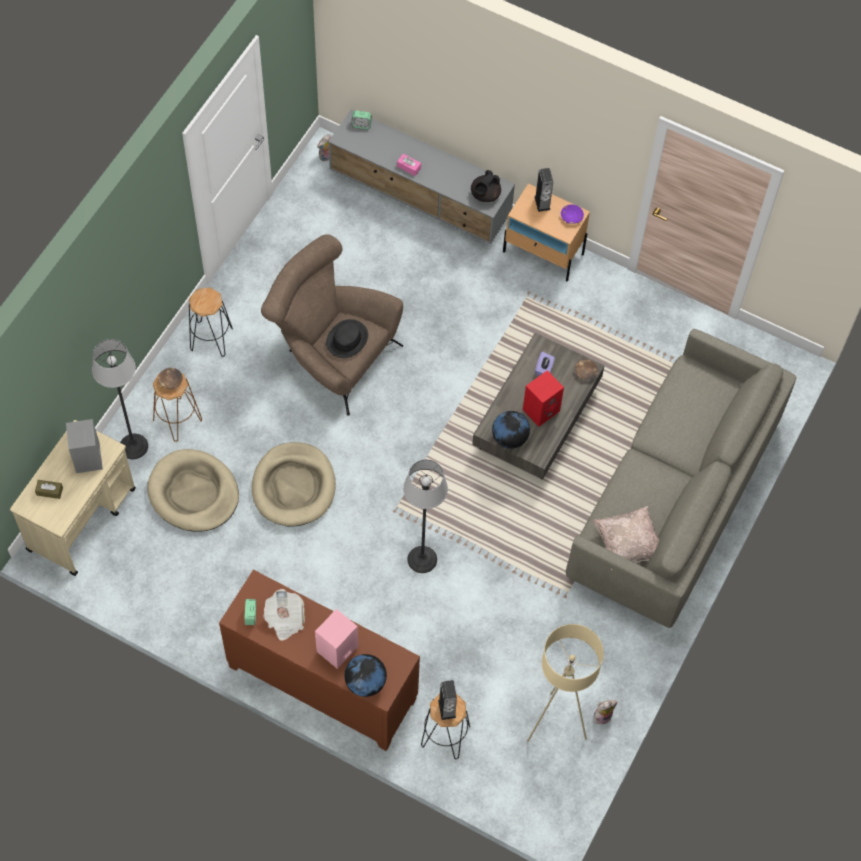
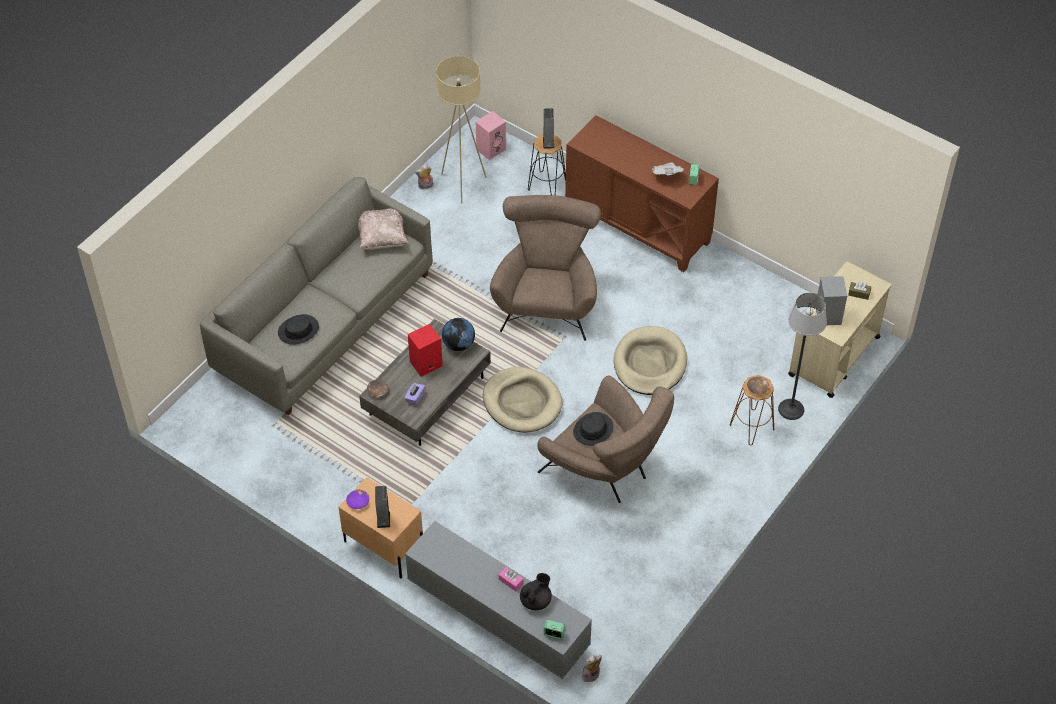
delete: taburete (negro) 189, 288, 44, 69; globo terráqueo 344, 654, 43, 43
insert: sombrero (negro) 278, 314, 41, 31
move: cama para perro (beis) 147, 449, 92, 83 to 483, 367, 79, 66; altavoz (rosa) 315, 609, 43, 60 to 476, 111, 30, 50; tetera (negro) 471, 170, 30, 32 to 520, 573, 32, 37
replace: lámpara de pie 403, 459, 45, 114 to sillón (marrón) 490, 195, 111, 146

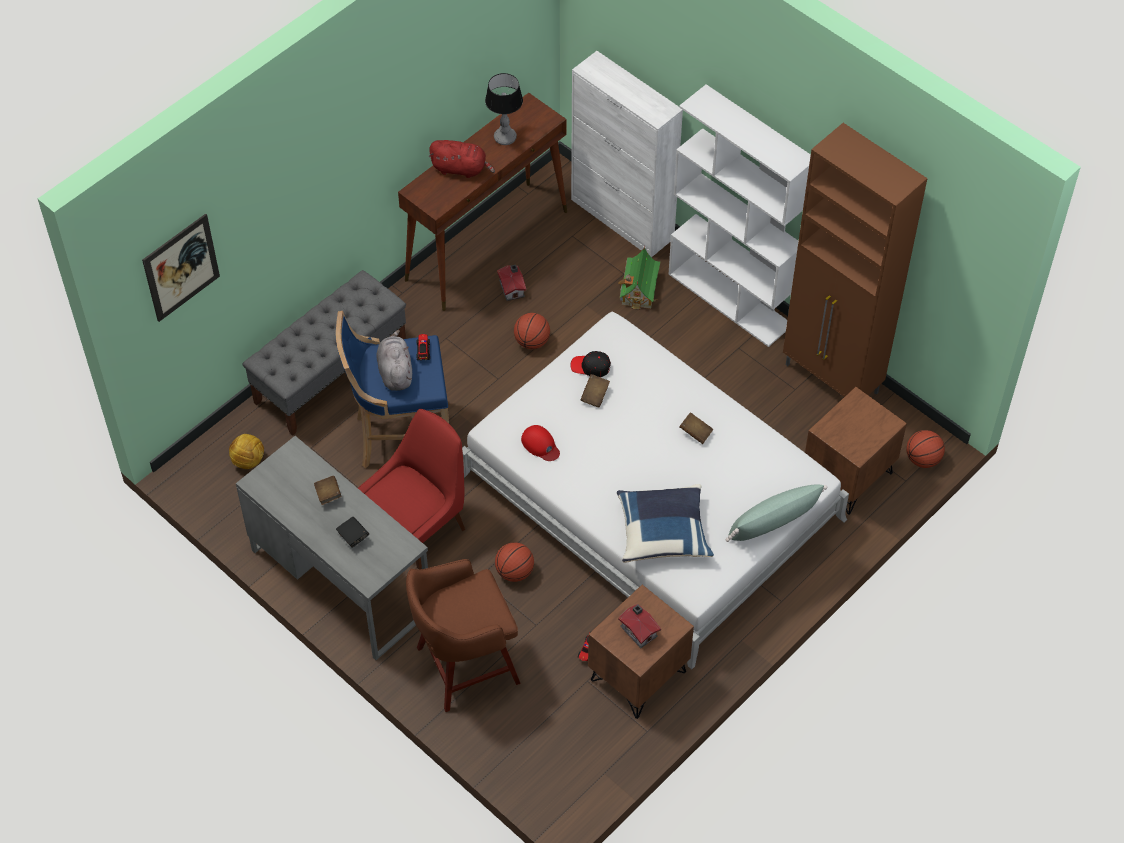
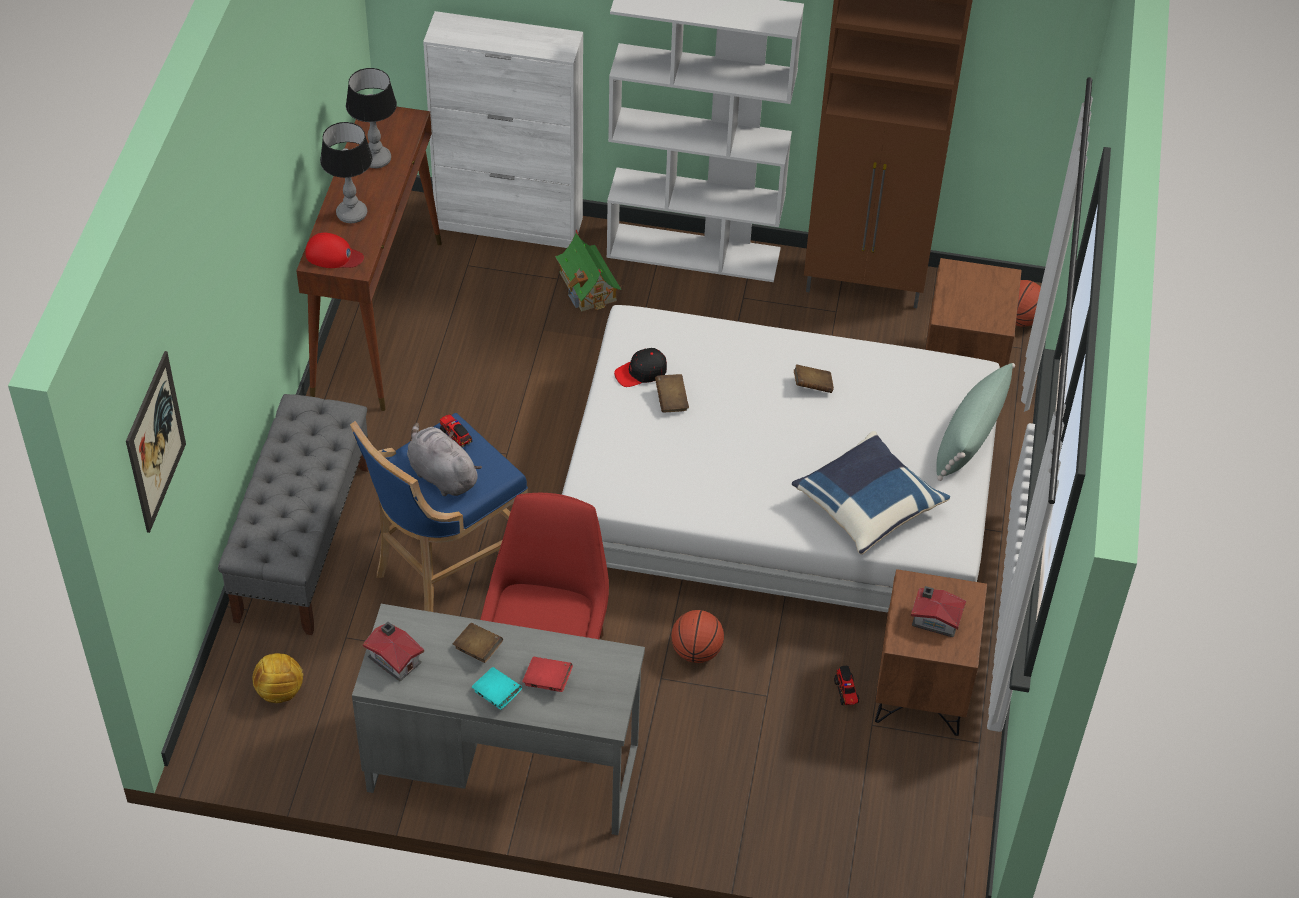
delete: taburete (marrón) 406, 559, 114, 153; balón de baloncesto 514, 313, 36, 36
insert: libro (turquesa) 472, 667, 50, 43
move: casita 497, 265, 30, 36 to 363, 622, 61, 59; gorra (rojo) 521, 425, 39, 36 to 305, 233, 59, 35
replace: peluche (rojo) 429, 140, 66, 38 to lámpara de mesa 320, 122, 52, 101
recolor: libro (negro) 336, 517, 33, 31 to libro (rojo) 522, 657, 51, 35

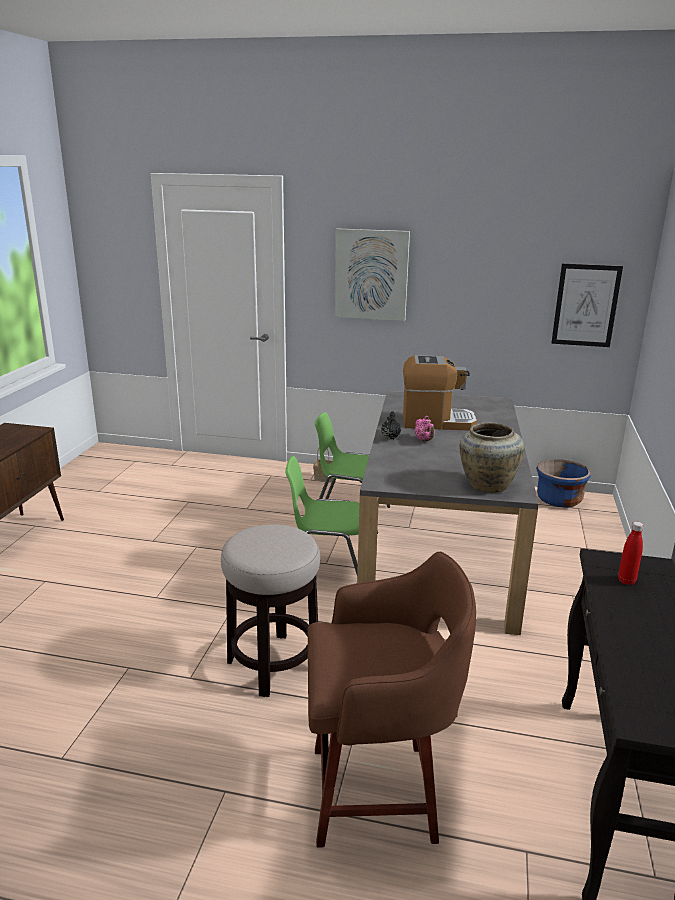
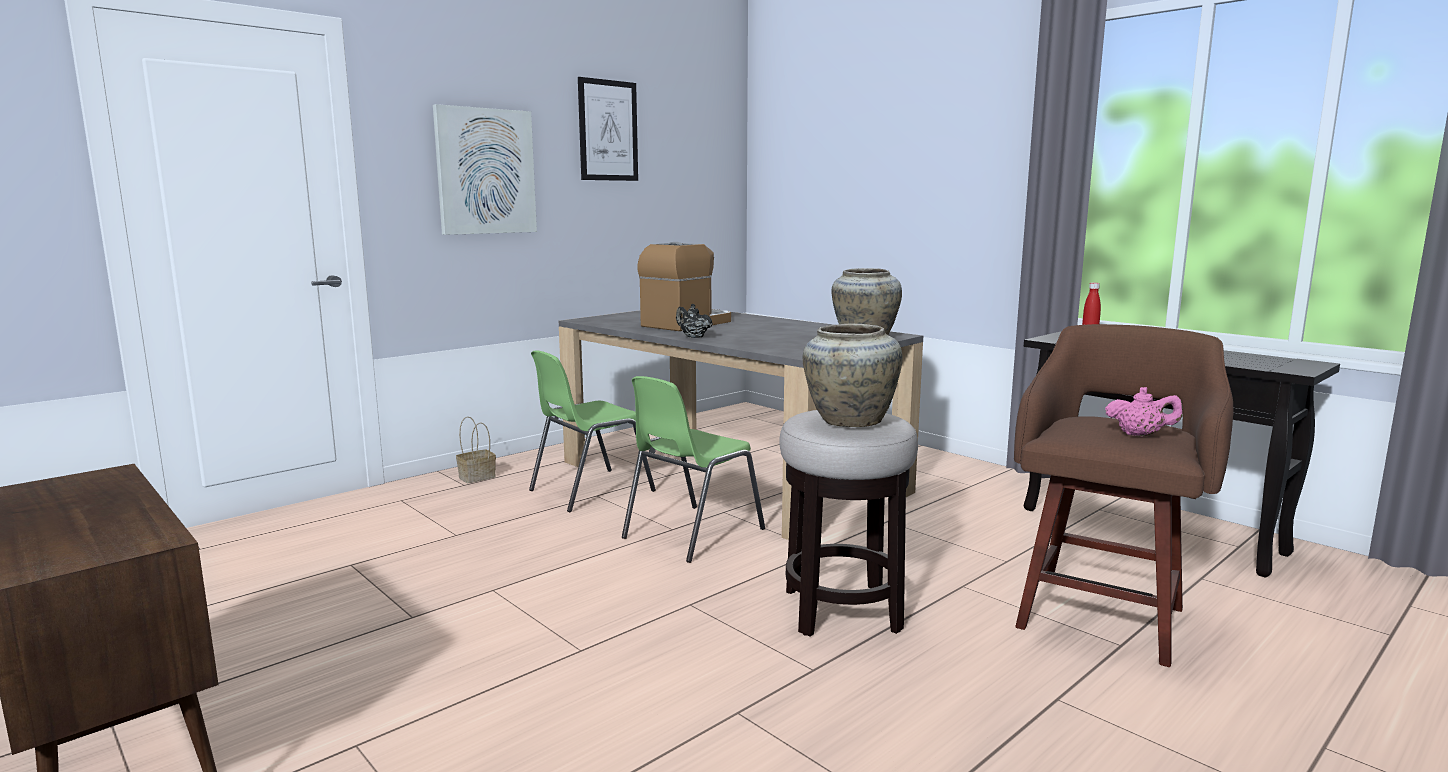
delete: maceta (azul) 536, 459, 55, 48
insert: florero (beis) 803, 324, 99, 103
move: tetera (rosa) 415, 416, 20, 25 to 1105, 387, 78, 49; cuadro 552, 264, 71, 83 to 578, 77, 60, 104

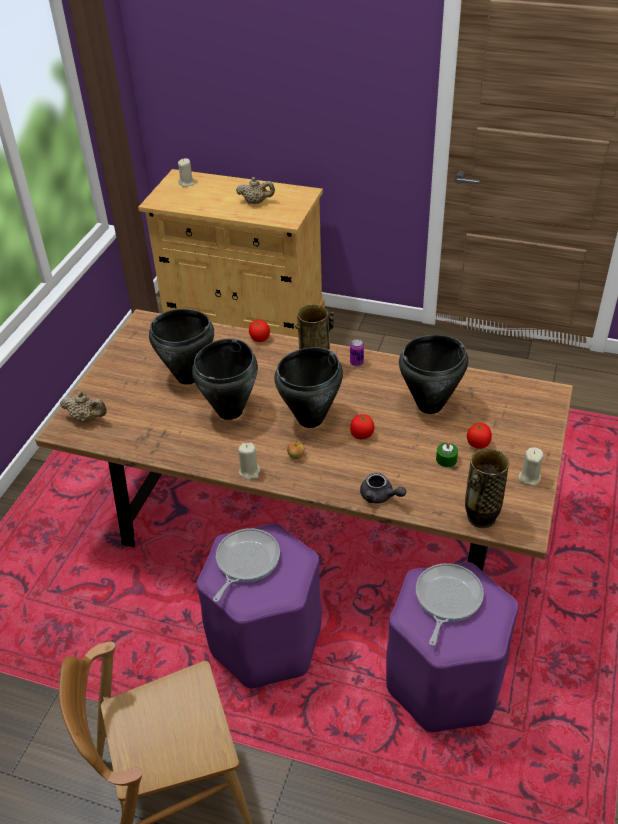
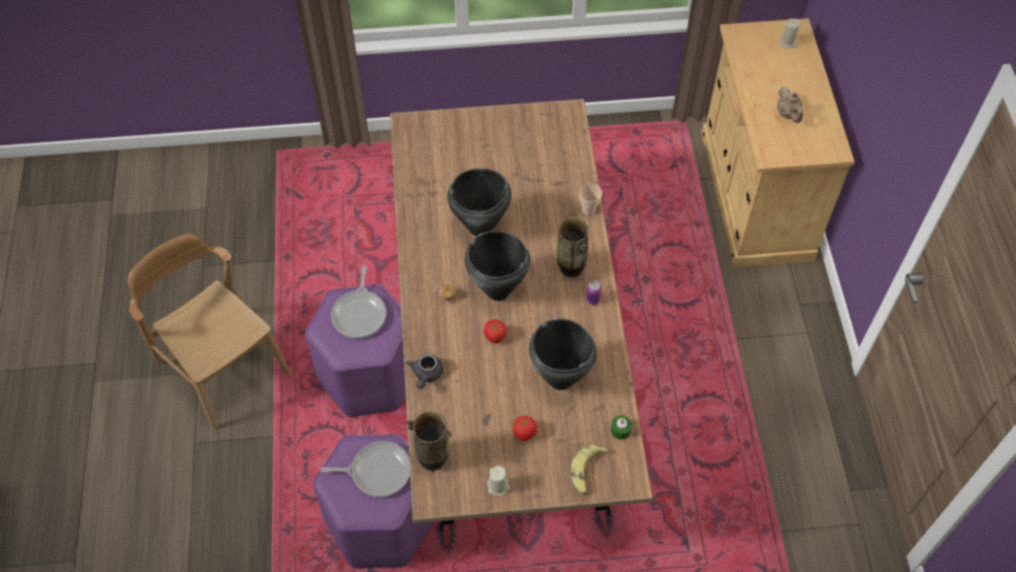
delete: tetera (beis) 60, 391, 47, 32; olla (negro) 149, 309, 65, 75; vela (beis) 238, 443, 22, 37
insert: plátano 571, 444, 37, 51
move: vela (verde) 436, 442, 22, 25 to 611, 415, 21, 24
replace: tomate 249, 320, 21, 22 to taza 579, 183, 23, 32
rotate: sartén 213, 528, 67, 74 = 331, 265, 55, 74 90 degrees clockwise

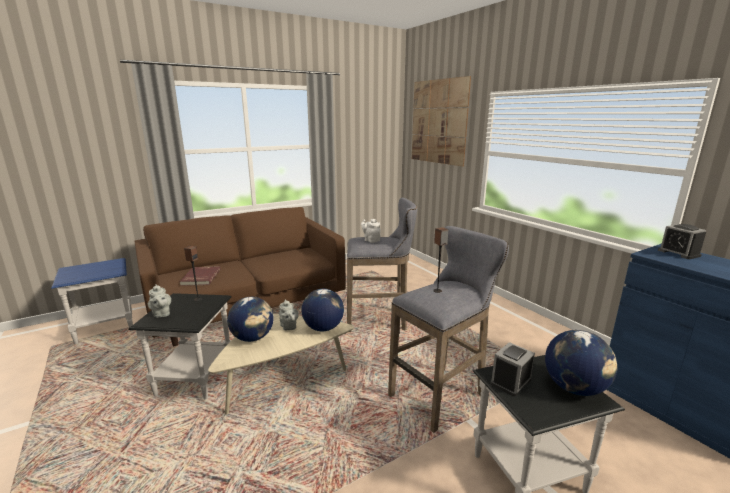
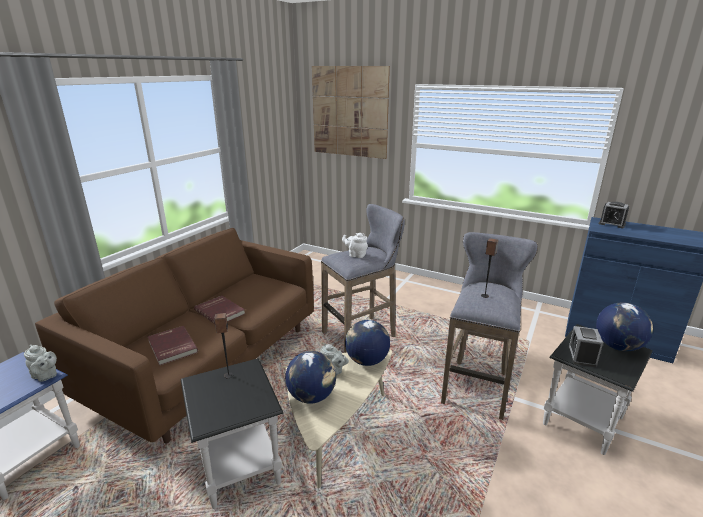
insert: libro (rojo) 194, 296, 51, 28
move: tetera (gris) 148, 284, 23, 34 to 24, 345, 33, 37

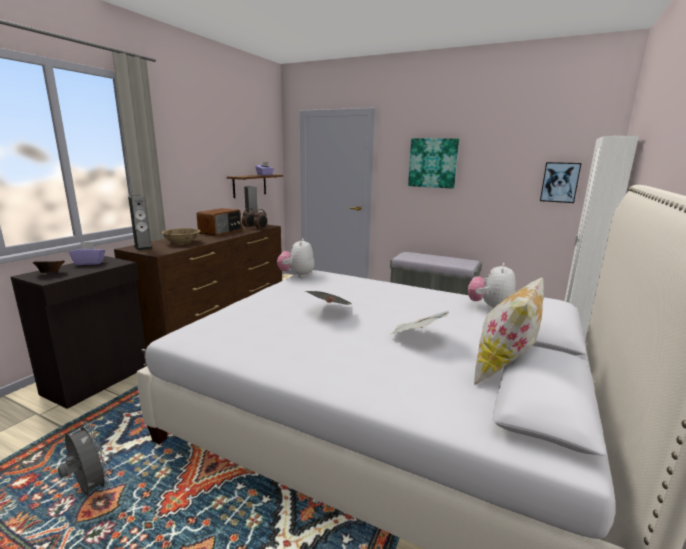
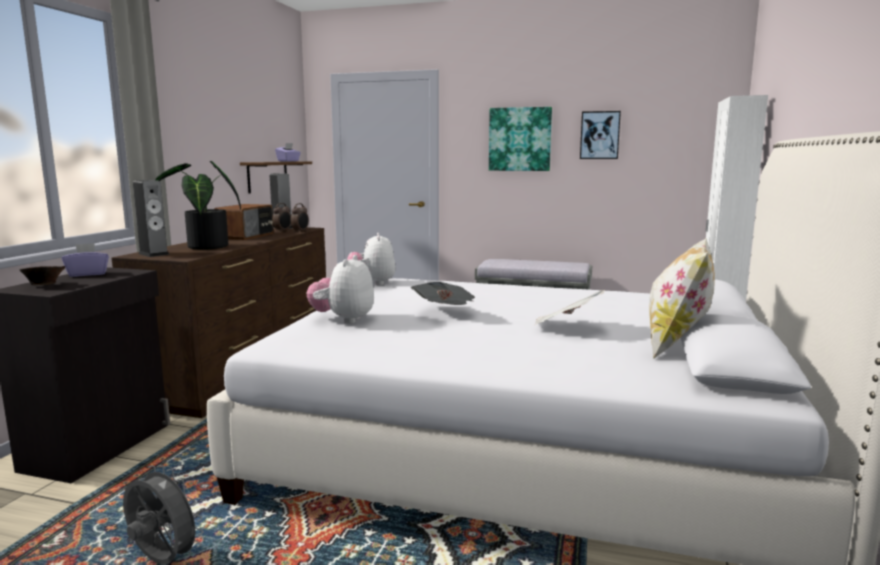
move: peluche 468, 263, 48, 45 to 307, 255, 67, 69; cuadro 540, 162, 42, 41 to 580, 111, 41, 48
replace: cuenco (beis) 162, 228, 39, 16 to planta en maceta 155, 161, 86, 89

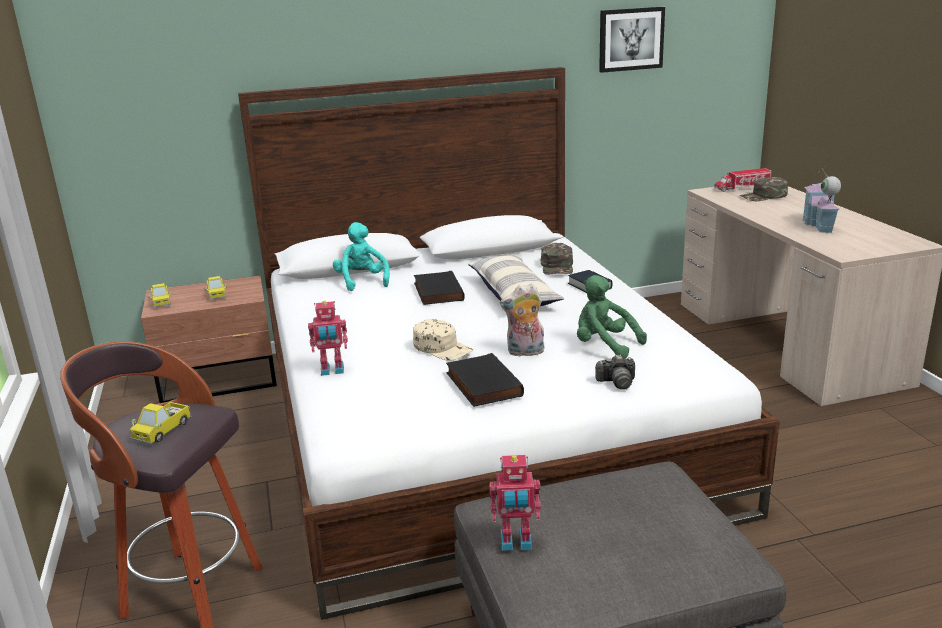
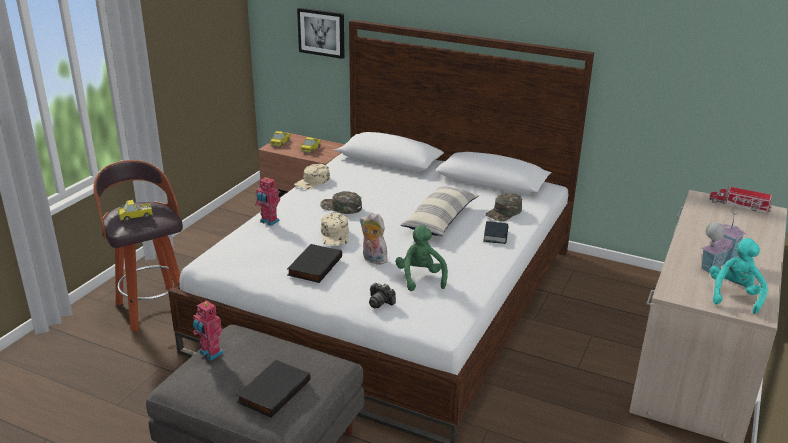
insert: gorra (beis) 294, 164, 36, 26
move: peluche (turquesa) 333, 222, 57, 69 to 710, 238, 58, 76; libro (negro) 414, 271, 51, 34 to 236, 360, 74, 58; cuadro 599, 7, 66, 66 to 297, 8, 48, 51; gorra (verde) 739, 177, 49, 24 to 320, 191, 42, 23

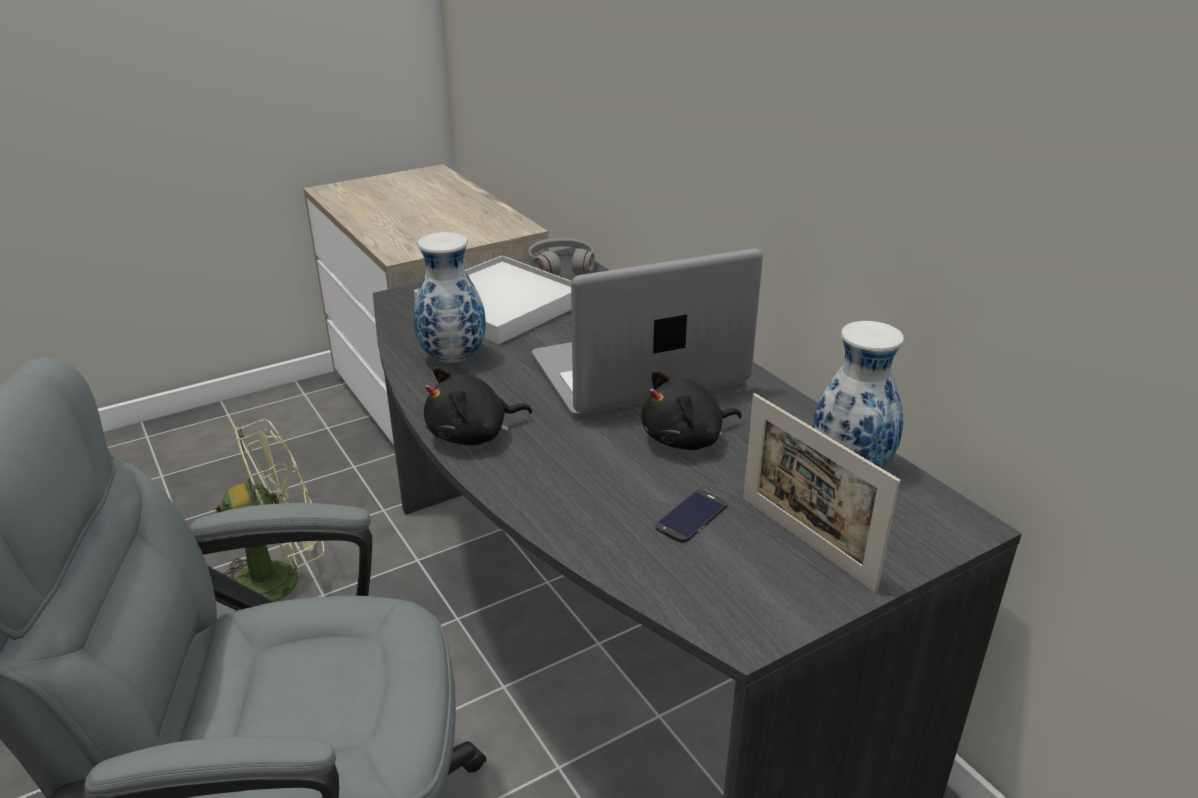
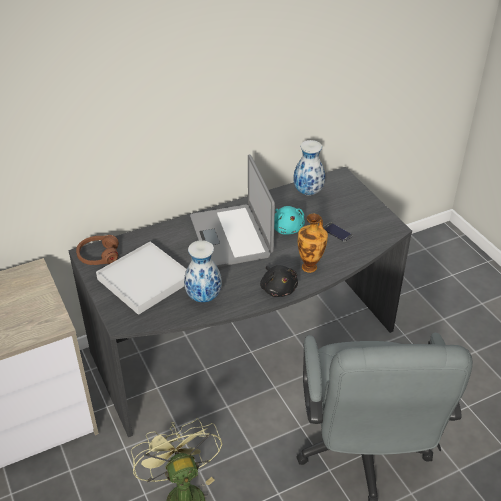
delete: portarretratos 743, 393, 157, 200
insert: florero 298, 214, 30, 59
recolor: auriculares (gris) 528, 238, 67, 38 to auriculares (marrón) 76, 235, 43, 30; peluche (negro) 641, 370, 101, 80 to peluche (turquesa) 274, 206, 31, 28

